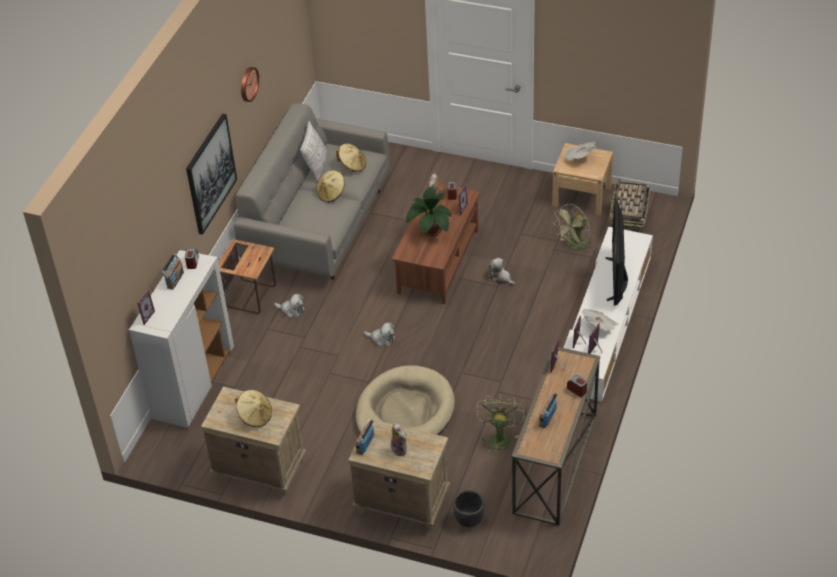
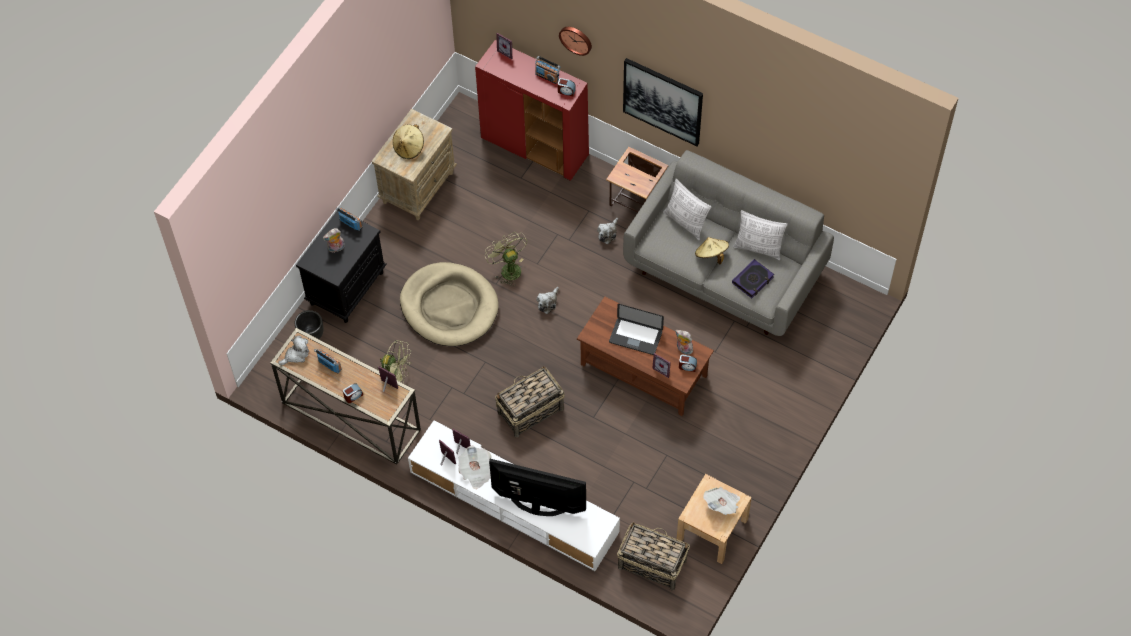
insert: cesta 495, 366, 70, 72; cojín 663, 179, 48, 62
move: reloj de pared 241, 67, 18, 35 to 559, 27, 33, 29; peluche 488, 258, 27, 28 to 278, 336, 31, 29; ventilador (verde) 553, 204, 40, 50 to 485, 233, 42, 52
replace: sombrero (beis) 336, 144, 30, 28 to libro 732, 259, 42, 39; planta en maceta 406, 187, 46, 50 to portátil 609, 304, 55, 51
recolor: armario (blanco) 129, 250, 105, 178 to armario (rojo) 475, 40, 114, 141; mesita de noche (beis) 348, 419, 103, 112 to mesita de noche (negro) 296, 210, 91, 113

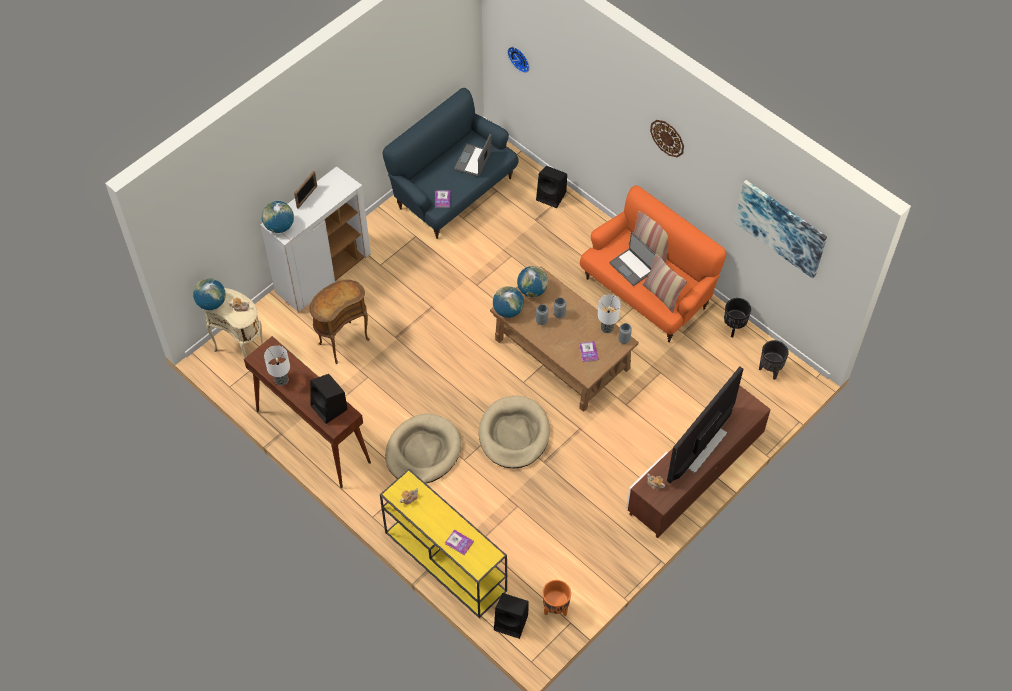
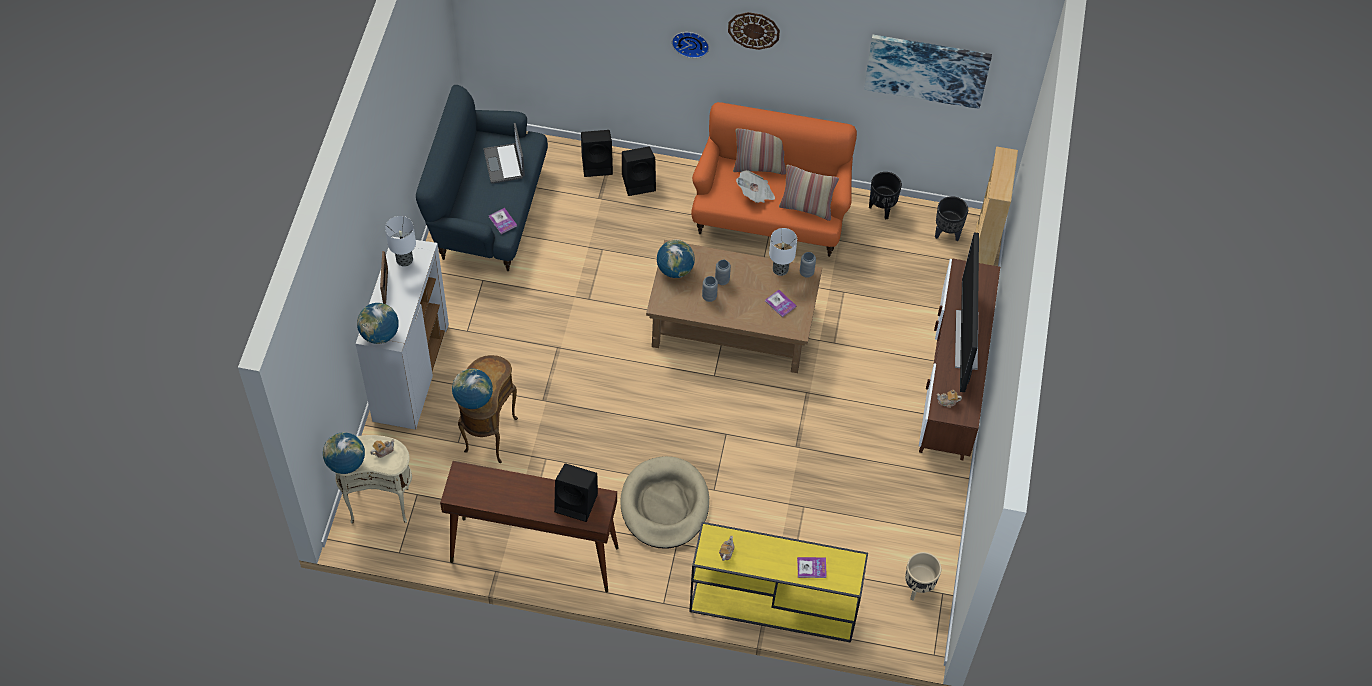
delete: cama para perro (beis) 479, 396, 71, 73
insert: estantería (beis) 975, 146, 43, 120
move: lámpara de mesa 264, 345, 26, 41 to 385, 216, 31, 51; globo terráqueo 493, 286, 31, 32 to 452, 369, 41, 40; altavoz (negro) 494, 593, 35, 46 to 622, 147, 34, 49; reloj de pared 507, 47, 22, 26 to 672, 32, 37, 26
replace: portátil 609, 232, 47, 54 to periódico 736, 170, 39, 33
recolor: maceta (naranja) 542, 580, 29, 36 to maceta (beis) 905, 552, 36, 48

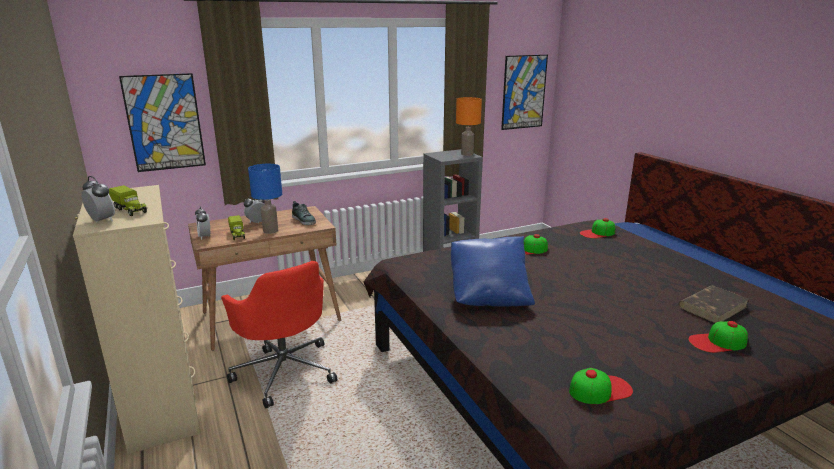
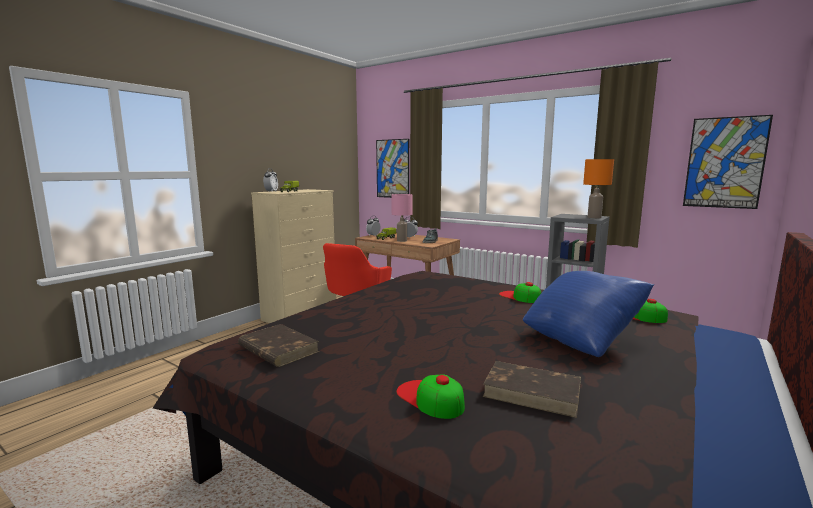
move: cojín (azul) 451, 236, 84, 70 to 523, 271, 131, 86
replace: gorra 569, 368, 64, 36 to libro (marrón) 238, 324, 81, 43
recolor: lámpara de mesa (azul) 248, 164, 34, 70 to lámpara de mesa (rosa) 391, 194, 22, 48

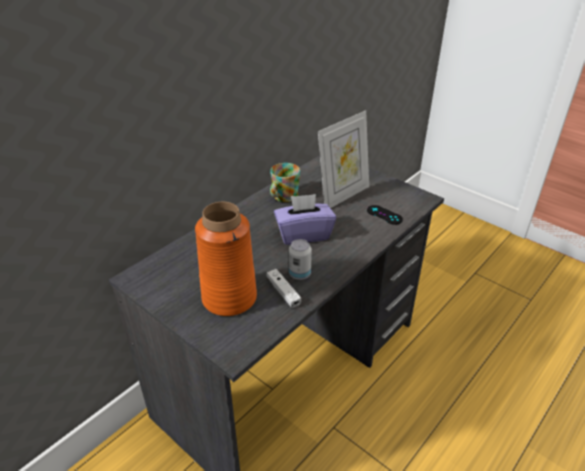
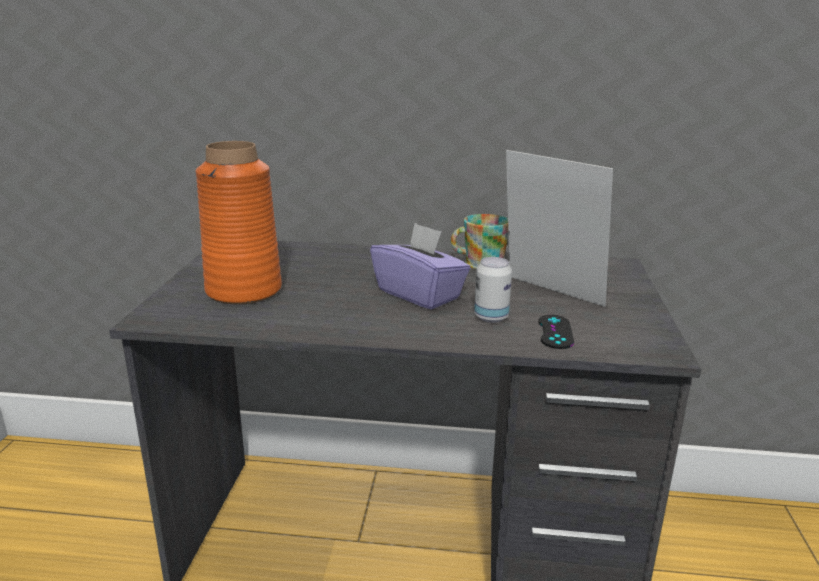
delete: mando de consola (blanco) 267, 269, 34, 39
move: lata 289, 239, 23, 41 to 474, 257, 38, 66
rotate: portarretratos 318, 110, 51, 98 = 506, 150, 107, 157 150 degrees counterclockwise

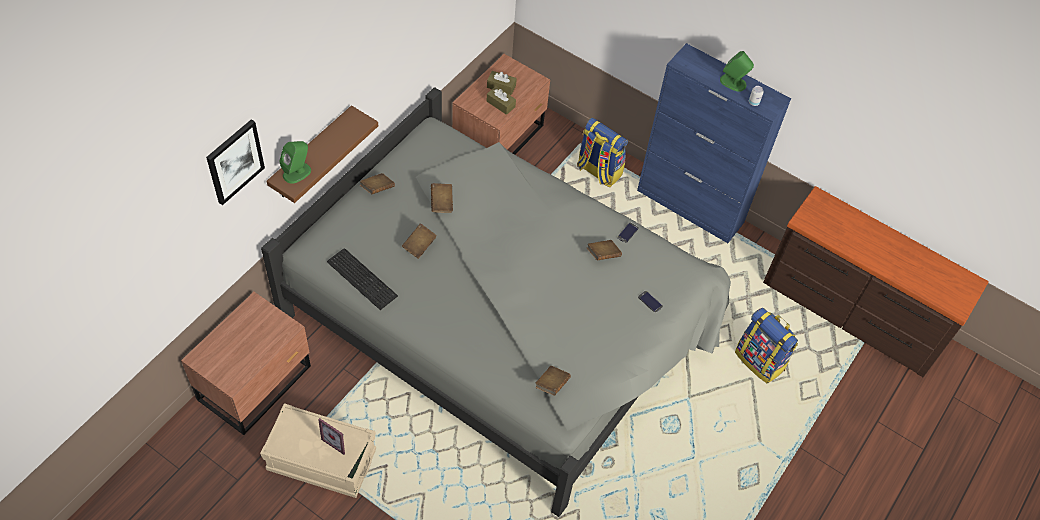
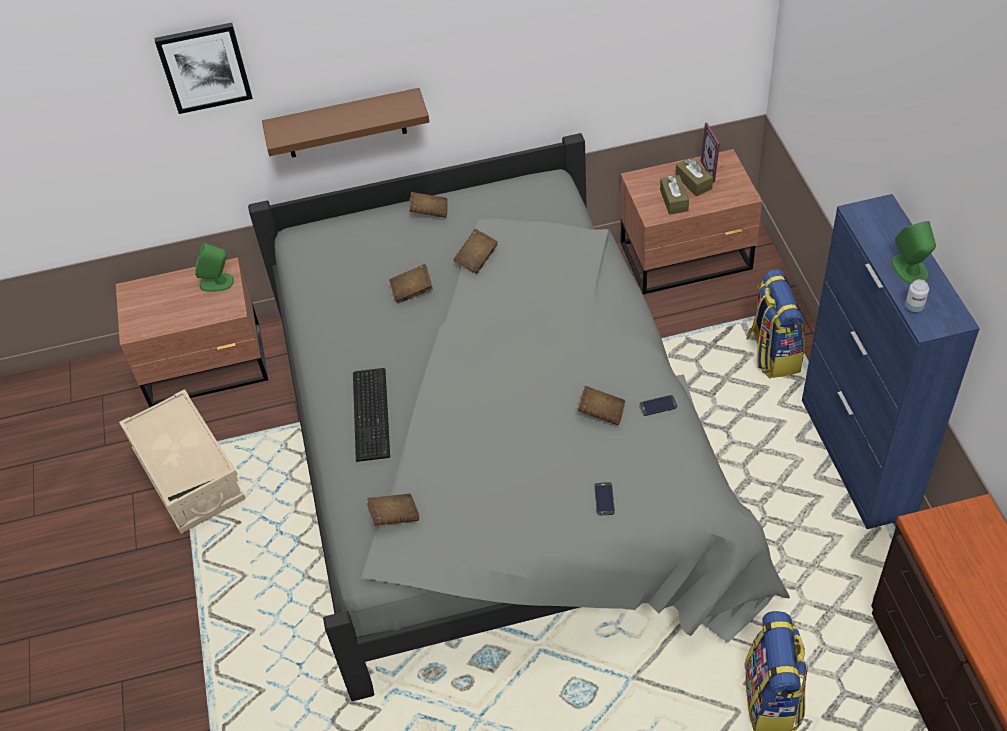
move: altavoz (verde) 279, 141, 32, 43 to 195, 243, 39, 49; portarretratos 318, 418, 27, 37 to 701, 123, 24, 60; teclado 327, 248, 71, 62 to 353, 368, 37, 94

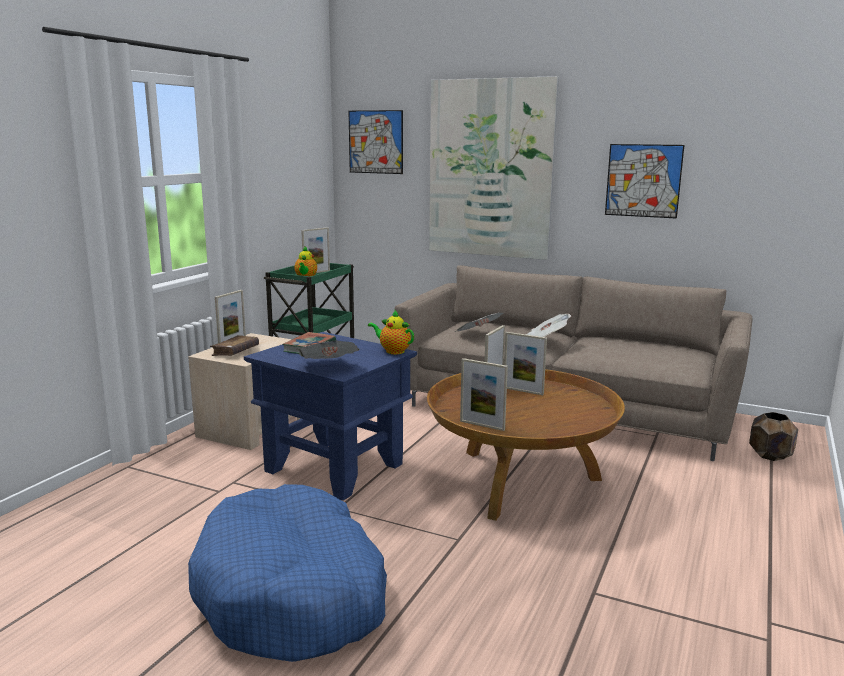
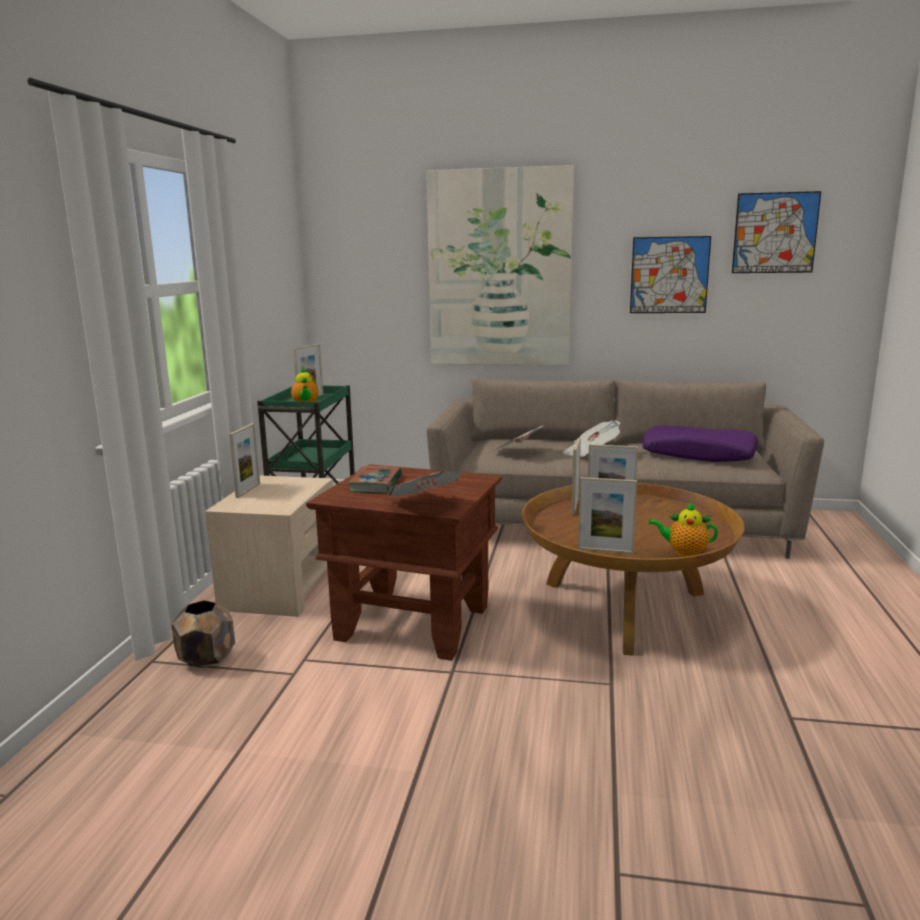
delete: cama para perro (azul) 188, 484, 199, 178; libro (marrón) 210, 335, 49, 21
insert: cojín (morado) 643, 425, 115, 37
move: cuadro 349, 110, 54, 64 to 732, 191, 89, 82; tetera 368, 310, 46, 44 to 648, 502, 70, 55; maceta (marrón) 749, 412, 49, 49 to 171, 600, 64, 68
recolor: mesa auxiliar (azul) 244, 332, 173, 169 to mesa auxiliar (marrón) 306, 464, 196, 197

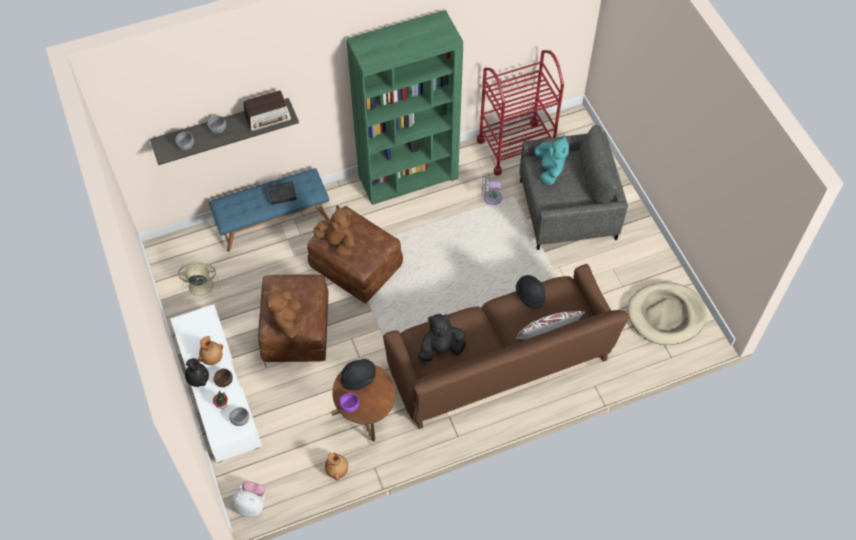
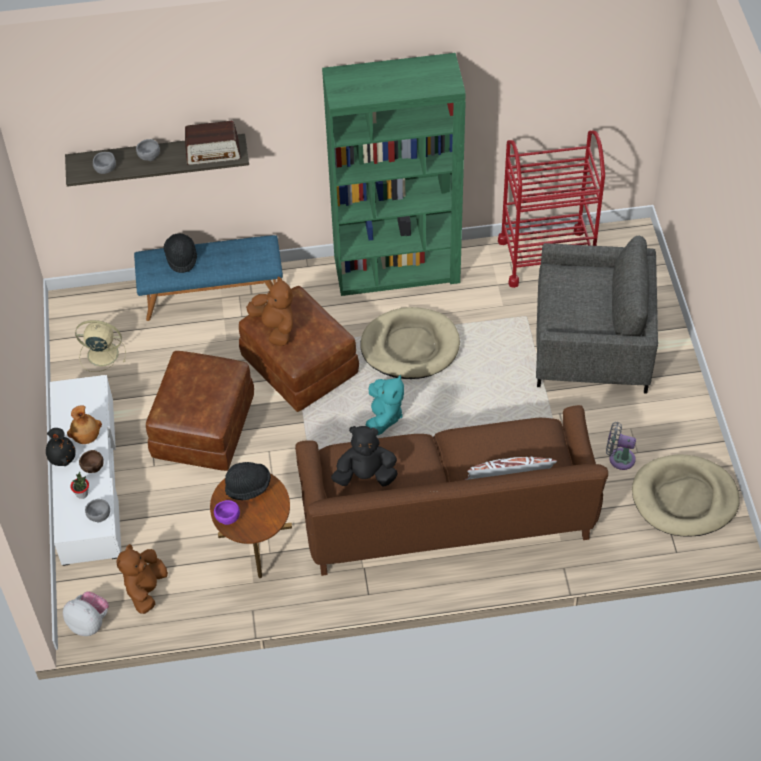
delete: libro (negro) 268, 181, 29, 24; florero (marrón) 325, 453, 23, 27
insert: cama para perro (beis) 360, 307, 100, 72
move: peluche (marrón) 266, 288, 35, 50 to 116, 544, 52, 70; ventilador (gris) 482, 172, 20, 33 to 606, 422, 30, 48; sombrero (negro) 516, 275, 29, 34 to 164, 233, 33, 40; peluche (turquesa) 535, 135, 34, 50 to 365, 375, 39, 60

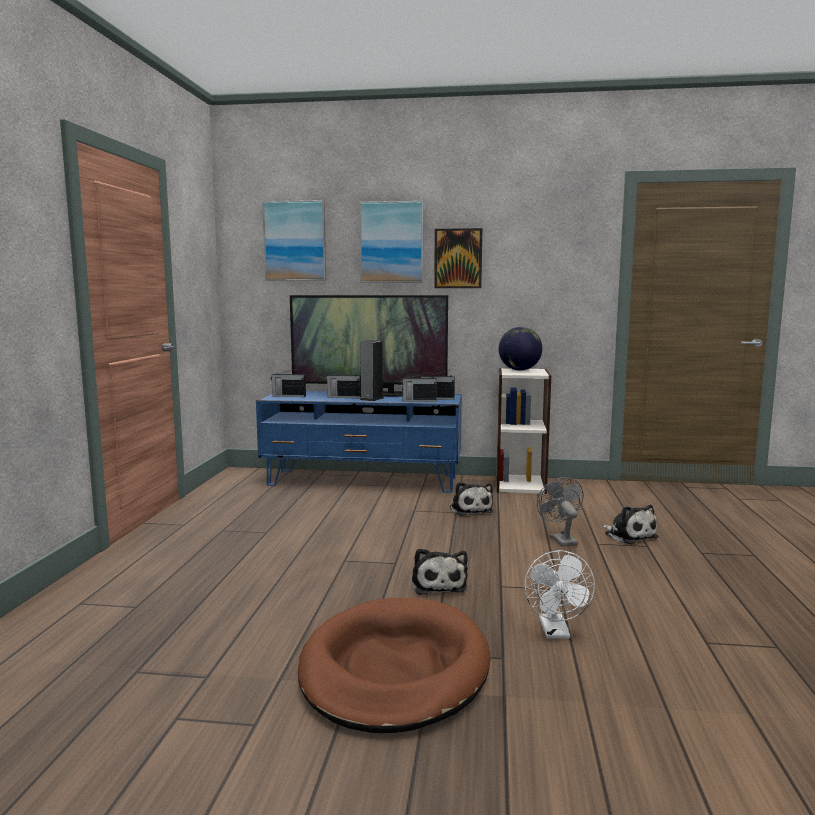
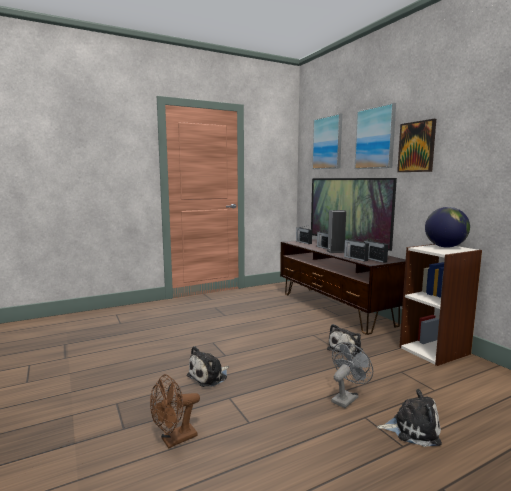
delete: cama para perro (marrón) 298, 598, 192, 135
recolor: mueble de televisión (azul) 256, 391, 206, 102 to mueble de televisión (marrón) 280, 239, 126, 96; ventilador (blanco) 524, 550, 71, 88 to ventilador (marrón) 150, 374, 50, 74
rotate: peluche 602, 505, 56, 39 = 377, 389, 65, 58 105 degrees counterclockwise

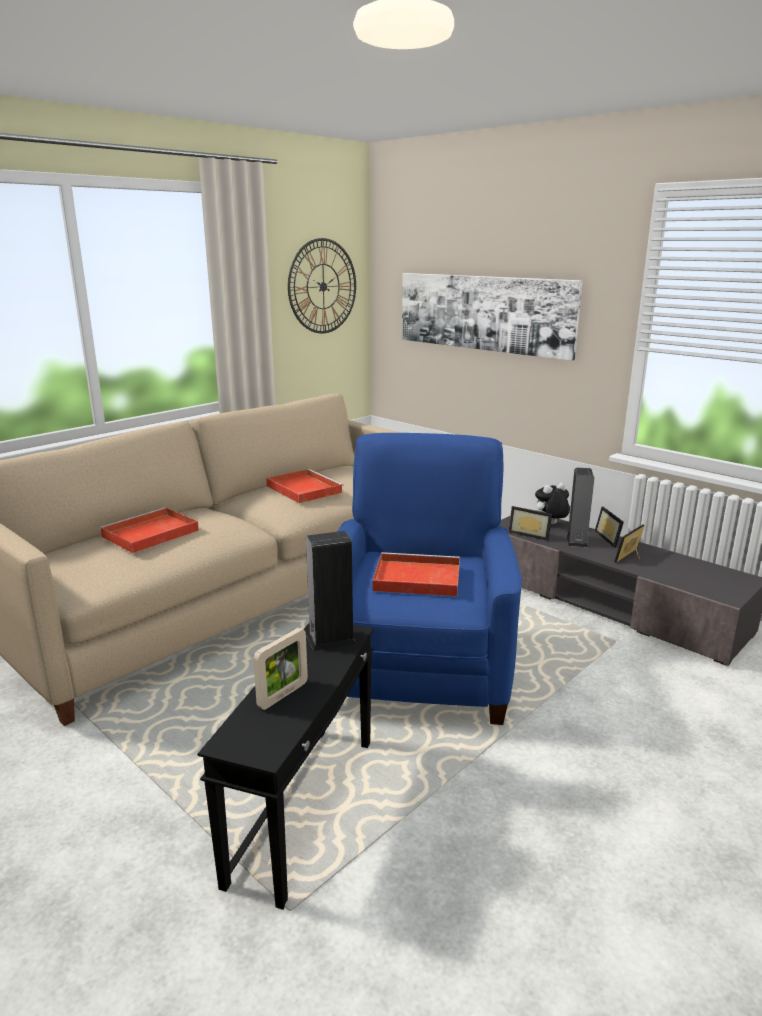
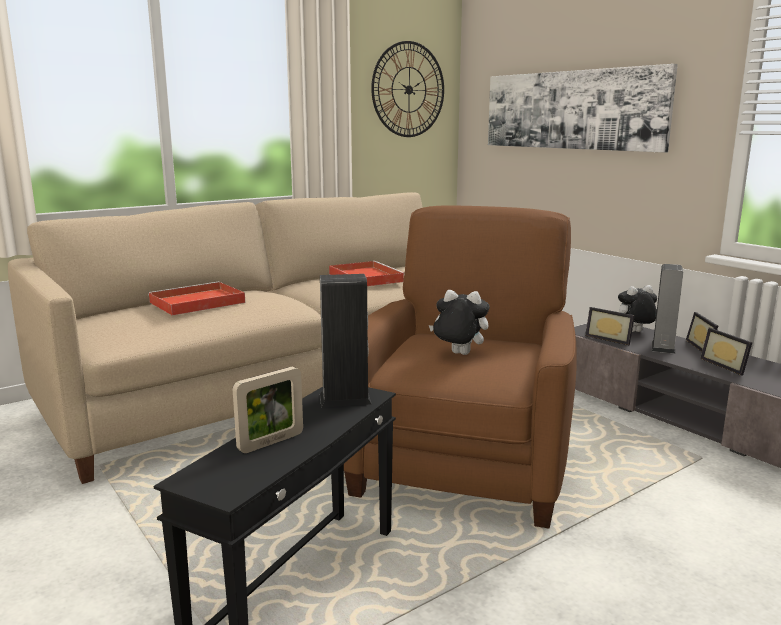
replace: bandeja (rojo) 372, 552, 88, 44 to peluche 429, 290, 61, 65
recolor: sillón (azul) 337, 433, 185, 292 to sillón (marrón) 344, 205, 233, 324
rotate: portarretratos 614, 524, 31, 39 = 700, 328, 53, 48 75 degrees counterclockwise

